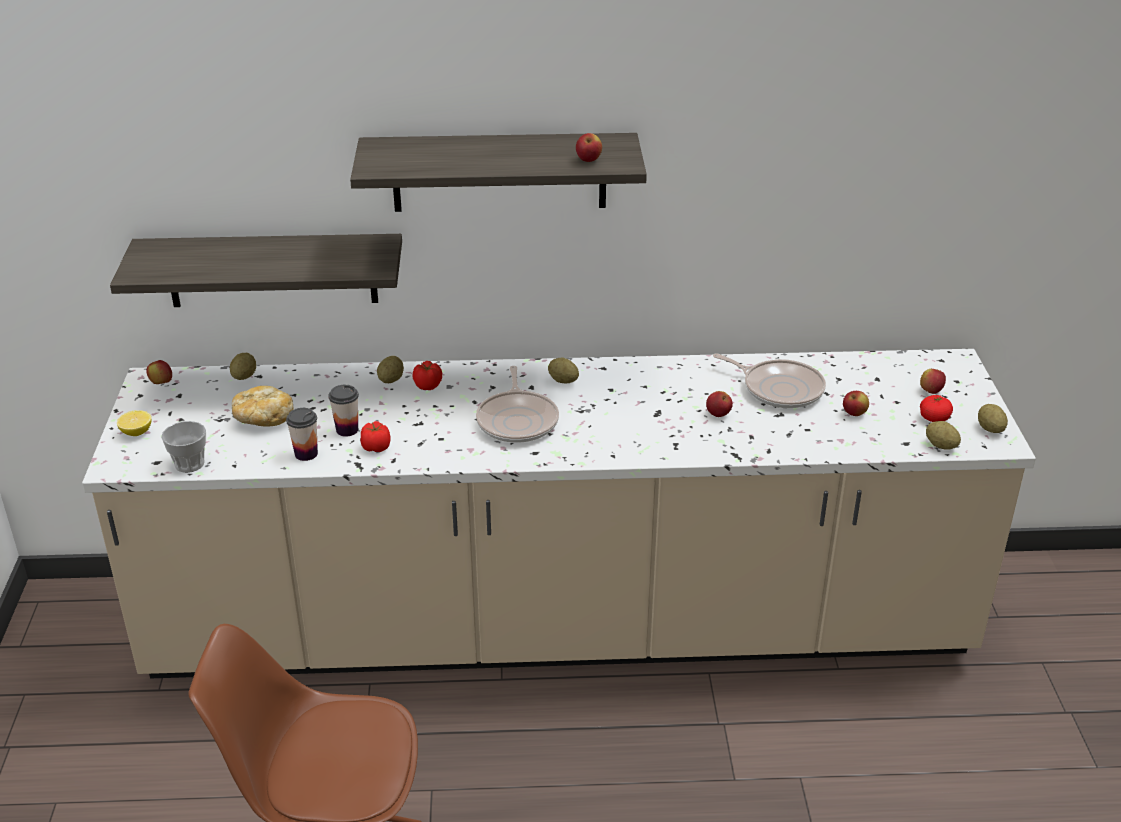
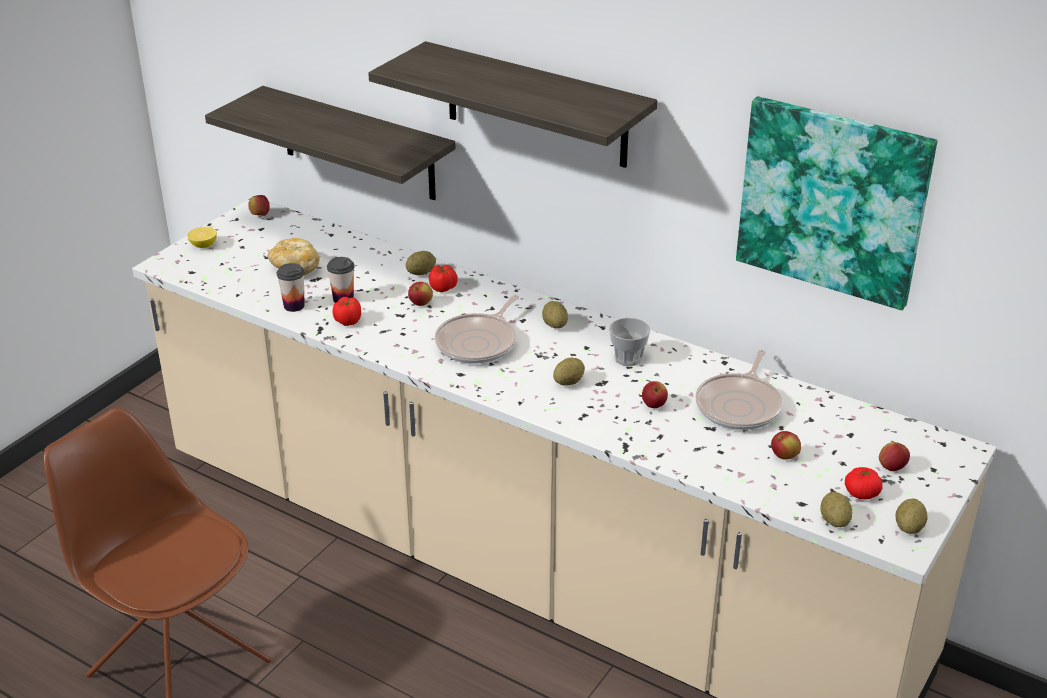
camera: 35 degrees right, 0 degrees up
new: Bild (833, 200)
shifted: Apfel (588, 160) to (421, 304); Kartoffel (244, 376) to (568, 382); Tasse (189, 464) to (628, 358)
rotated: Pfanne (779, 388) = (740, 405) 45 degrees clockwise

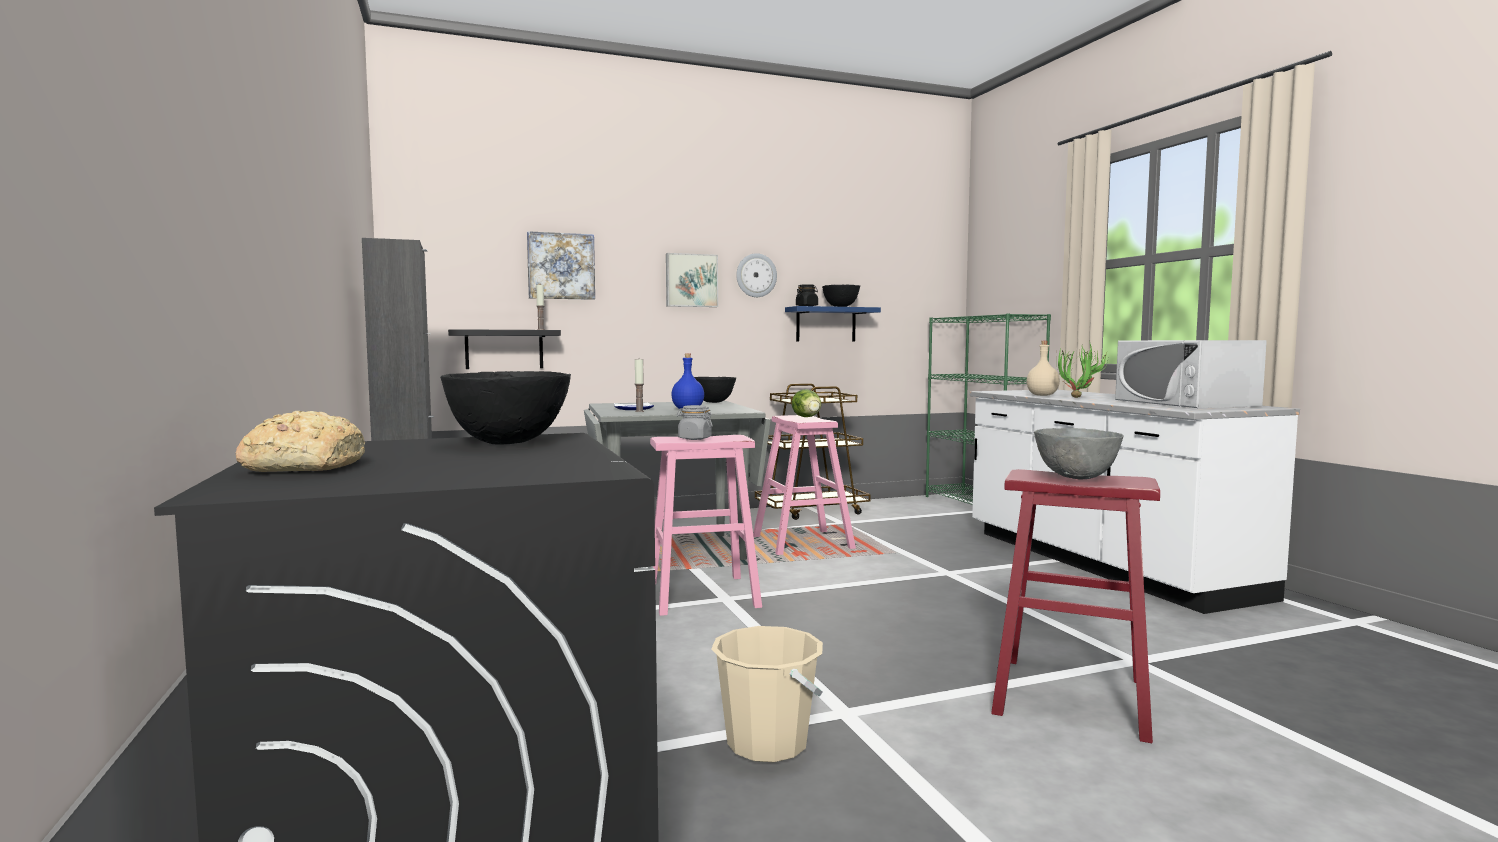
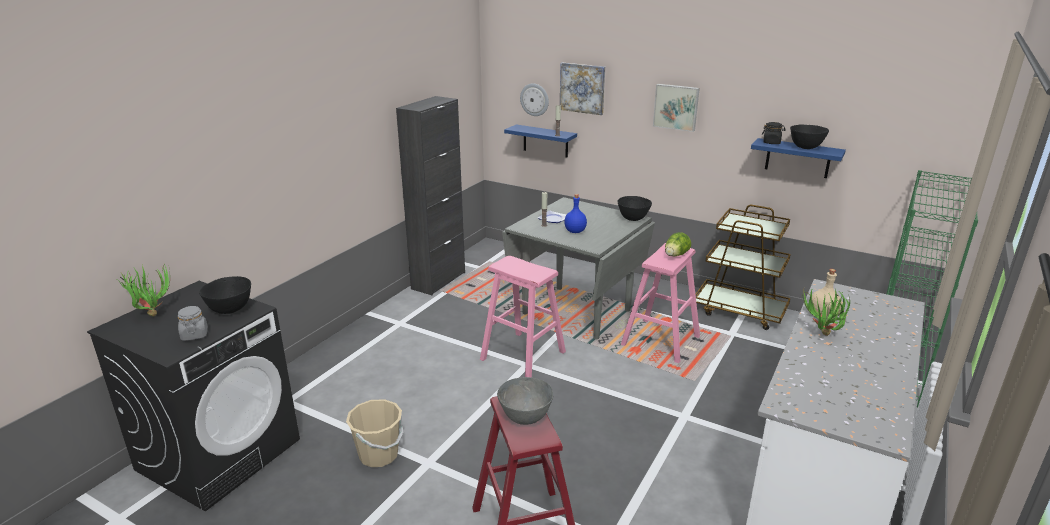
camera: 50 degrees right, 20 degrees up
gone: Mikrowelle (weiß) (1184, 403)
shifted: Vorratsglas (grau) (694, 438) to (194, 335); Wanduhr (756, 275) to (534, 99)
swapped: Brot (303, 468) to Topfpflanze (152, 313)
repainted: Wandregal (schwarz) (504, 349) to Wandregal (blau) (545, 141)

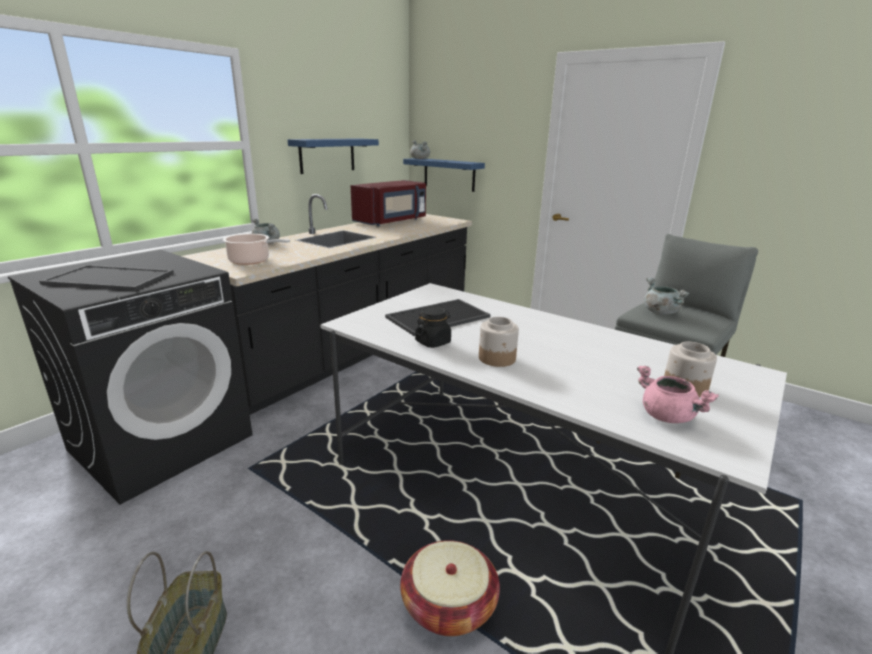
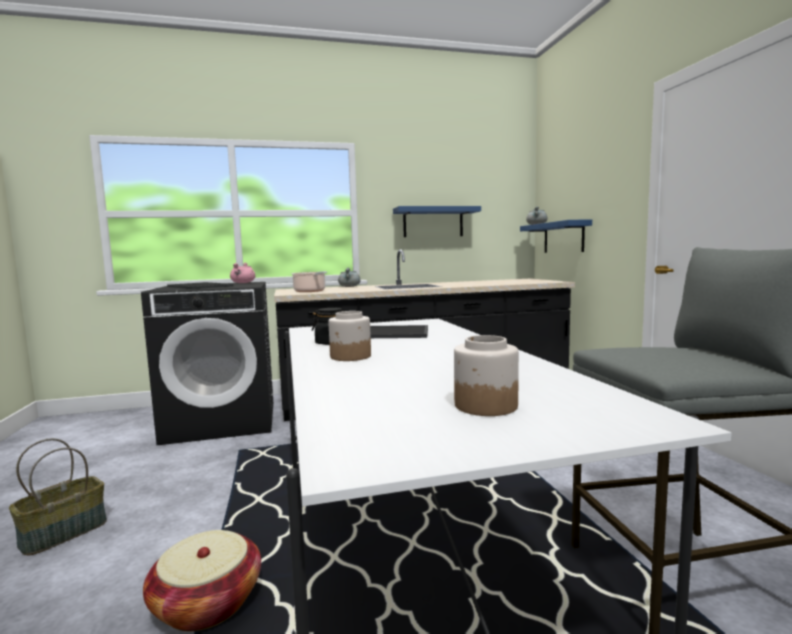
camera: 40 degrees right, 15 degrees down
gone: Mikrowelle (rot) (391, 221); Kochtopf (grau) (660, 312)
shifted: Kochtopf (rosa) (667, 416) to (243, 283)

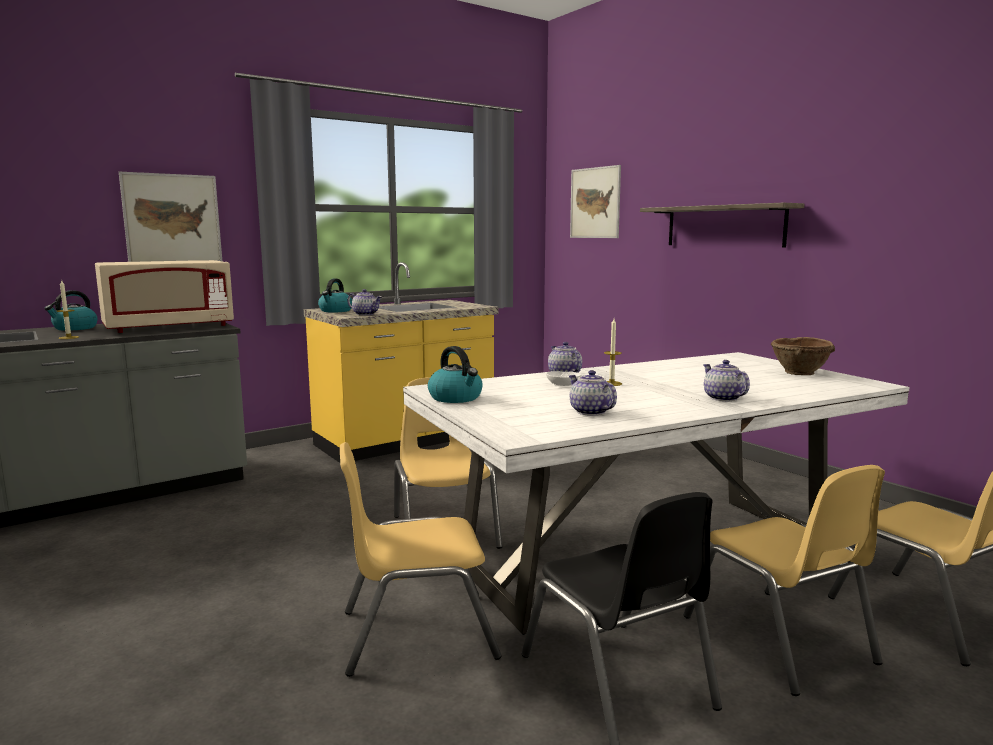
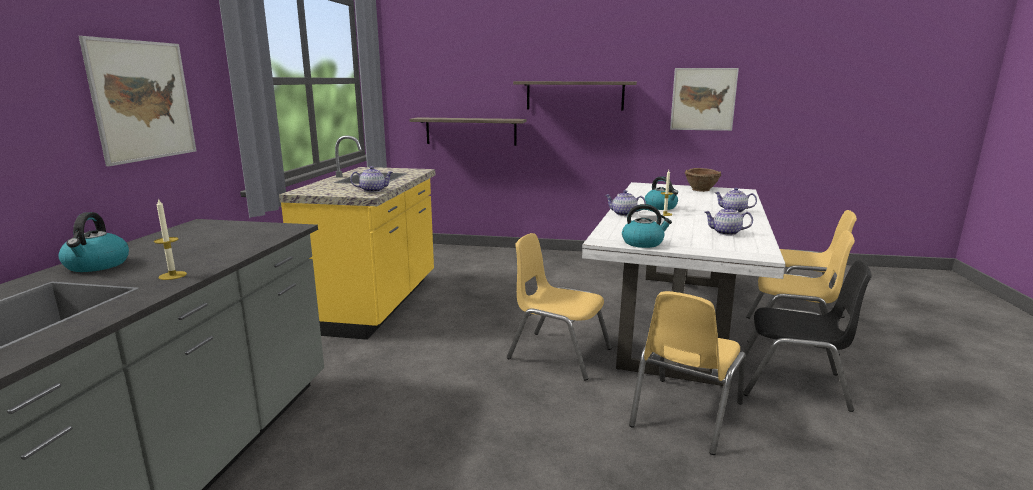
camera: 45 degrees left, 5 degrees up
gone: Mikrowelle (beige) (169, 327)
new: Wandregal (471, 131)
shifted: Wasserkessel (335, 311) to (661, 207); Bild (595, 203) to (703, 99)

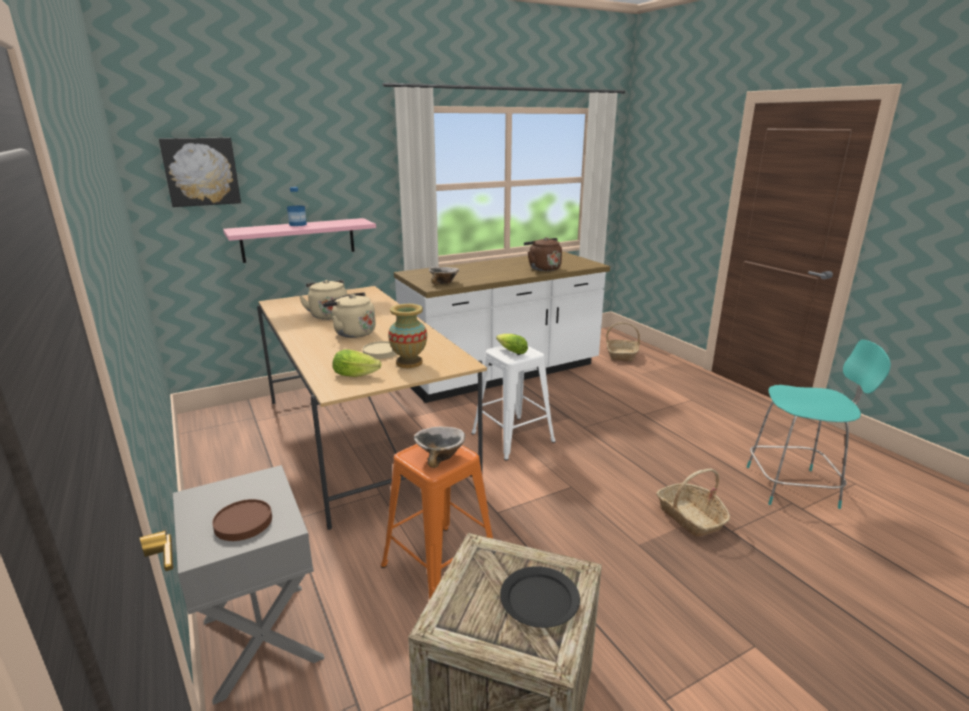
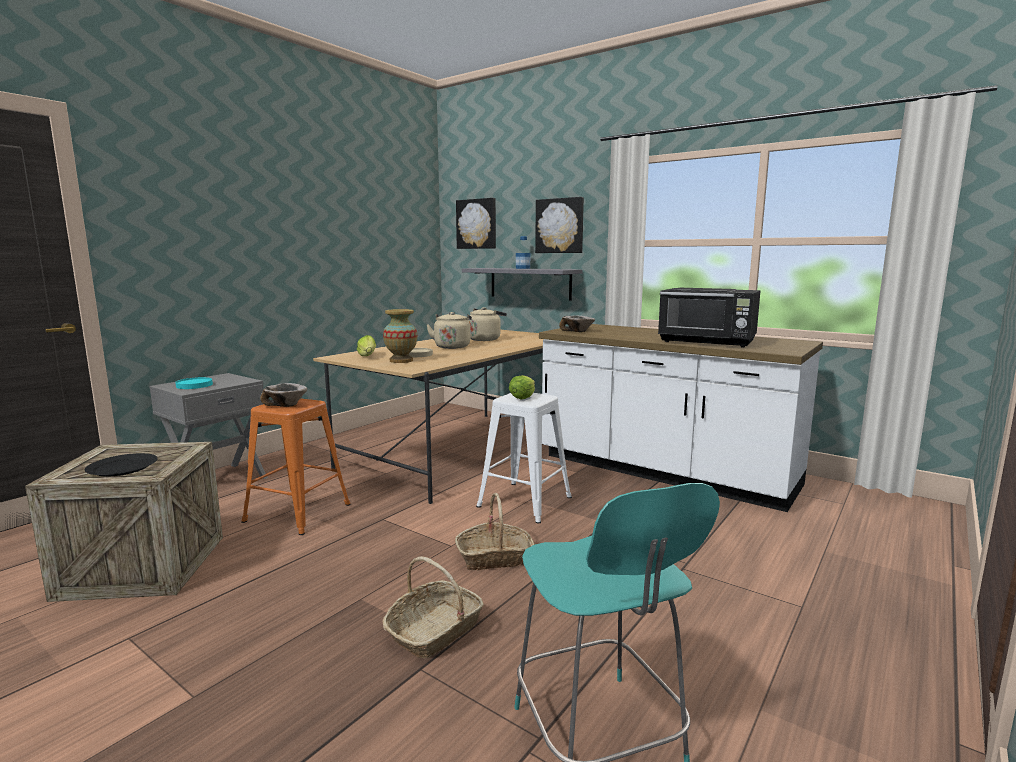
camera: 65 degrees right, 10 degrees down
new: Bild (560, 226)
shifted: Korb (622, 355) to (495, 557)
swapped: Wasserkessel (braun) (542, 268) to Mikrowelle (schwarz) (707, 342)
repainted: Teller (braun) (243, 522) to Teller (türkis) (194, 385); Wandregal (rosa) (298, 240) to Wandregal (grau) (530, 283)

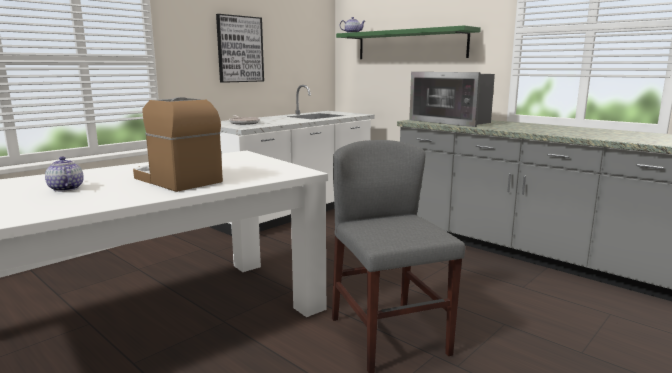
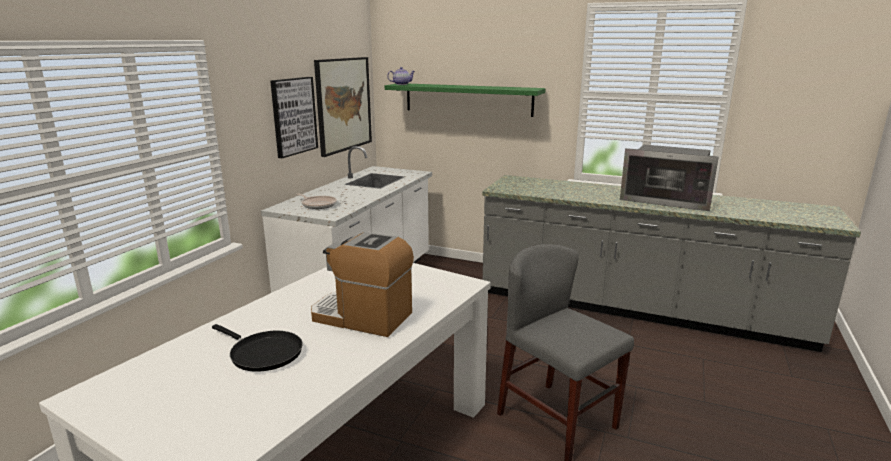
camera: 20 degrees left, 5 degrees up
new: Bild (343, 104)
shifted: Mikrowelle (452, 121) to (666, 200)
swapped: Teekanne (65, 189) to Pfanne (schwarz) (263, 353)

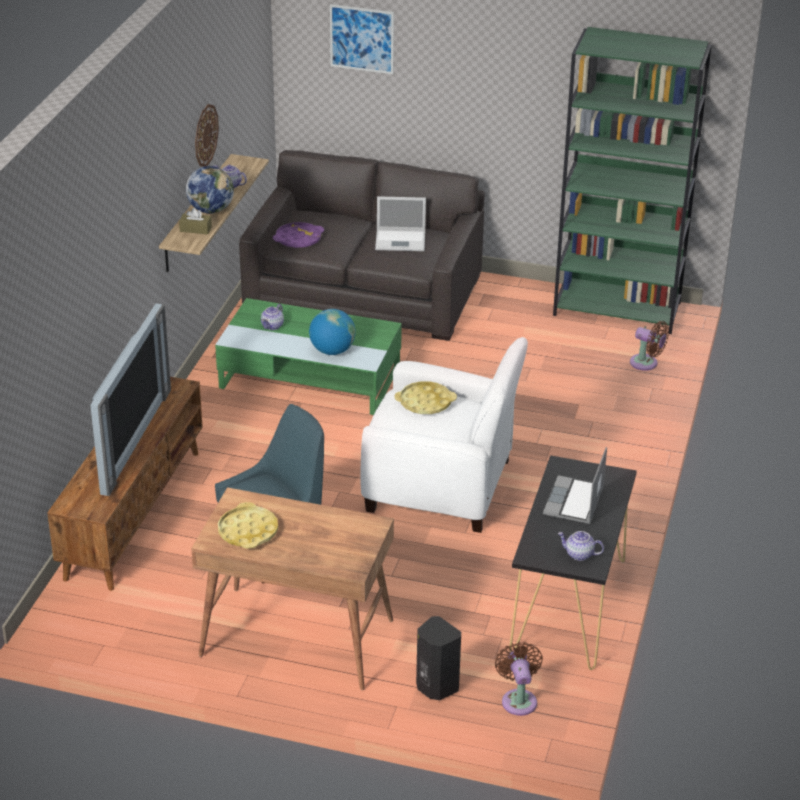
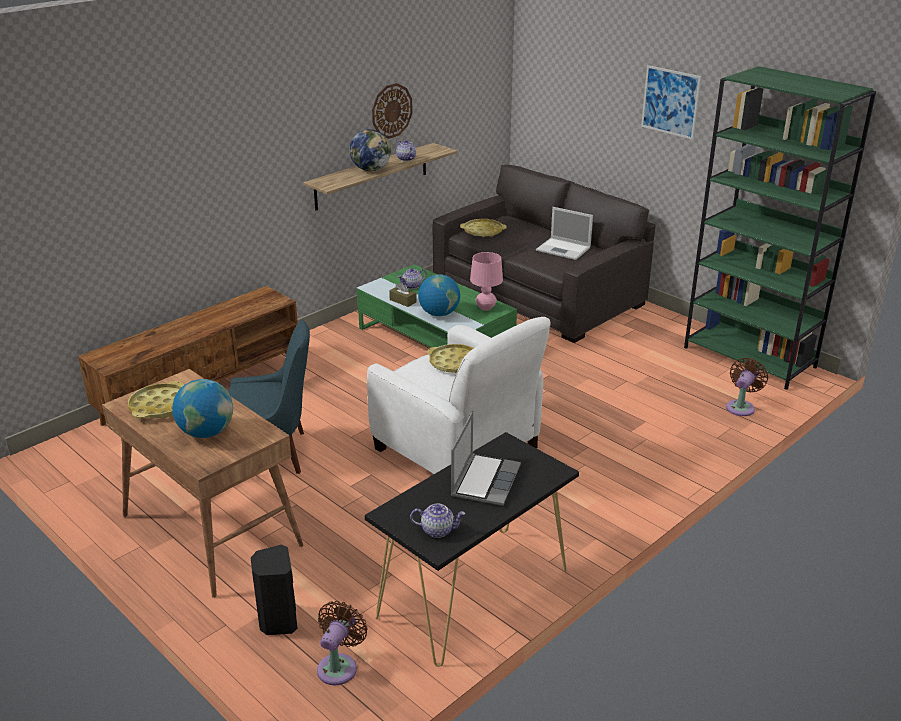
camera: 30 degrees right, 5 degrees down
gone: Fernseher (130, 439)
new: Globus (206, 432); Tischlampe (rosa) (485, 308)
shifted: Taschentuchbox (braun) (195, 229) to (403, 301); Bild (362, 39) to (670, 102)
repainted: Tablett (lila) (298, 239) to Tablett (gelb) (483, 231)
rotated: Teekanne (579, 554) = (438, 530) 135 degrees clockwise; Laptop (574, 502) = (485, 480) 150 degrees clockwise; Ventilator (braun) (646, 364) = (741, 407) 120 degrees counterclockwise

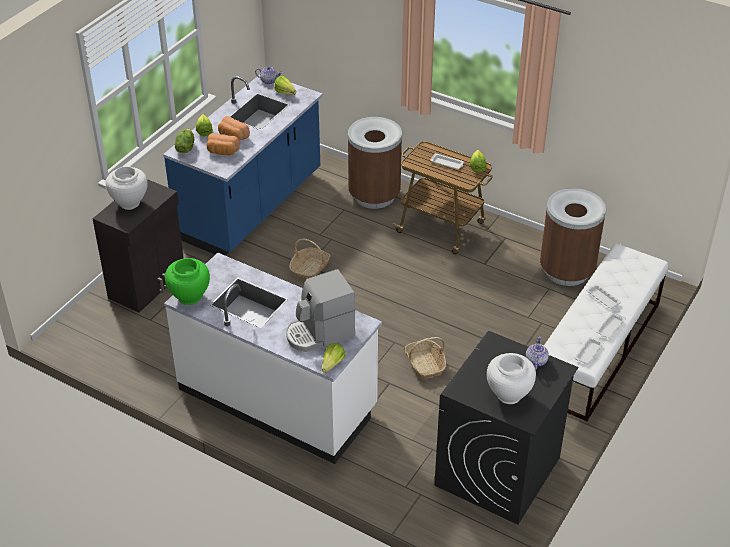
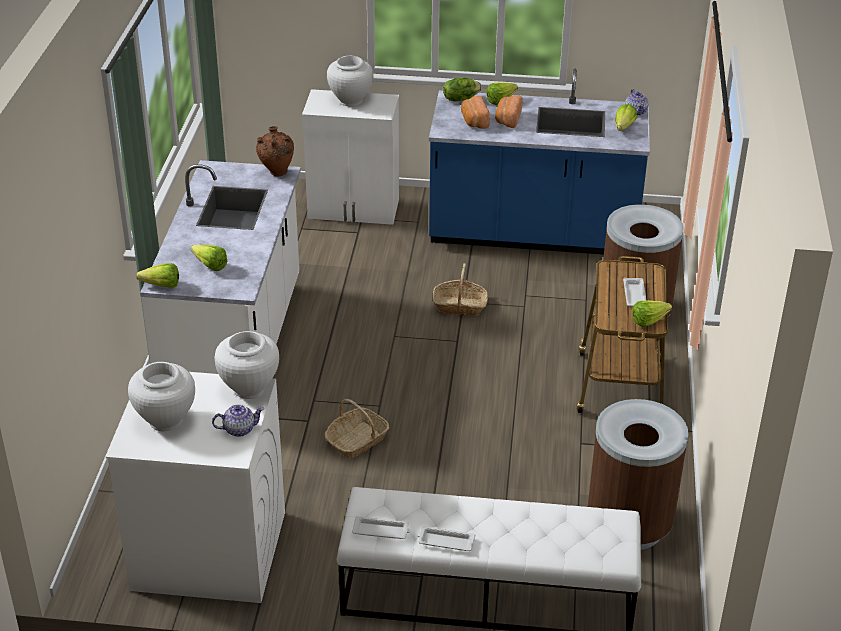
camera: 65 degrees right, 5 degrees down
gone: Vase (grün) (190, 297); Tablett (weiß) (602, 298)
new: Vase (weiß) (249, 388); Vase (braun) (276, 173)
swapped: Kaffeemaschine (319, 333) to Salatkopf (208, 264)
repainted: Waschmaschine (schwarz) (498, 472) to Waschmaschine (weiß) (208, 551); Schrank (schwarz) (148, 284) to Schrank (weiß) (354, 209)

